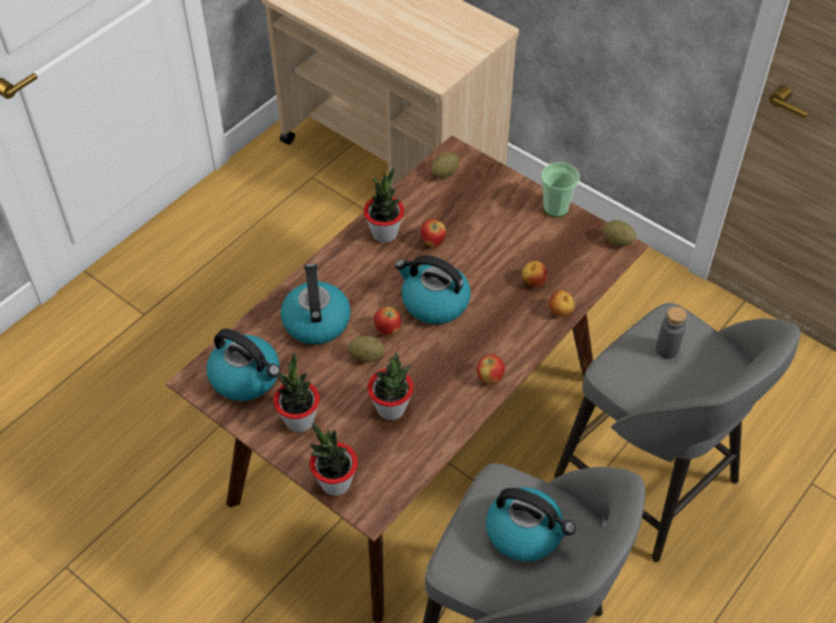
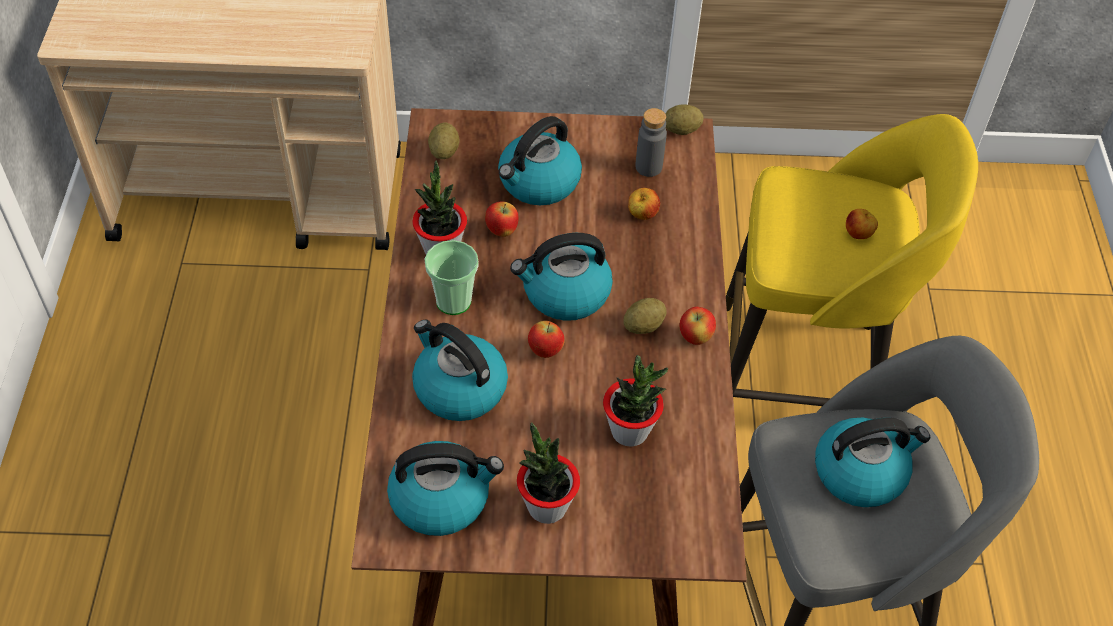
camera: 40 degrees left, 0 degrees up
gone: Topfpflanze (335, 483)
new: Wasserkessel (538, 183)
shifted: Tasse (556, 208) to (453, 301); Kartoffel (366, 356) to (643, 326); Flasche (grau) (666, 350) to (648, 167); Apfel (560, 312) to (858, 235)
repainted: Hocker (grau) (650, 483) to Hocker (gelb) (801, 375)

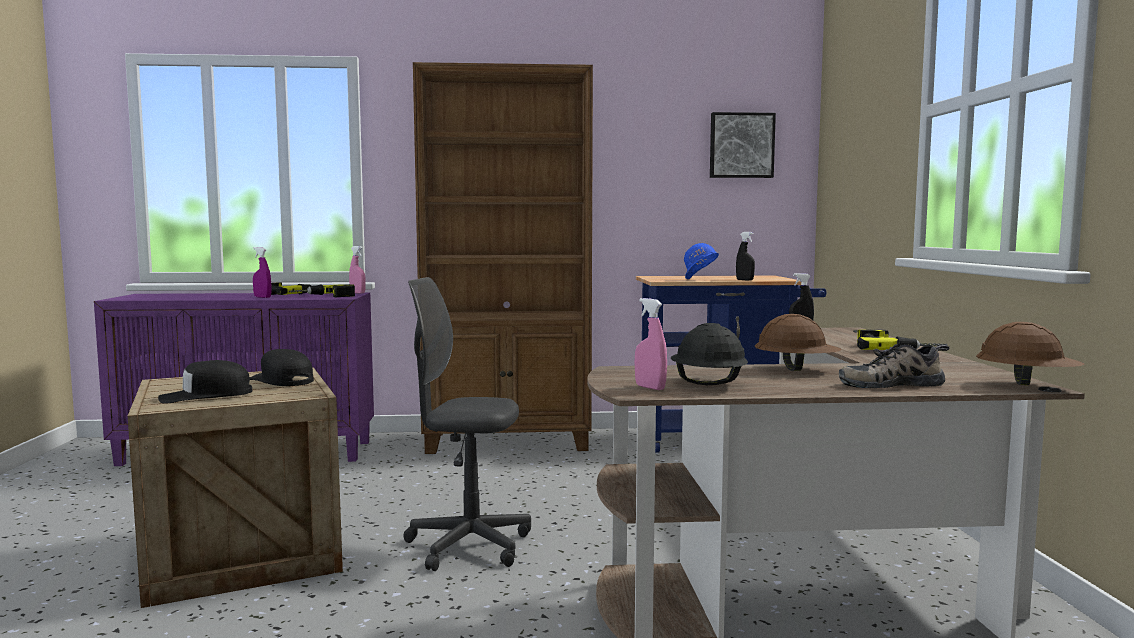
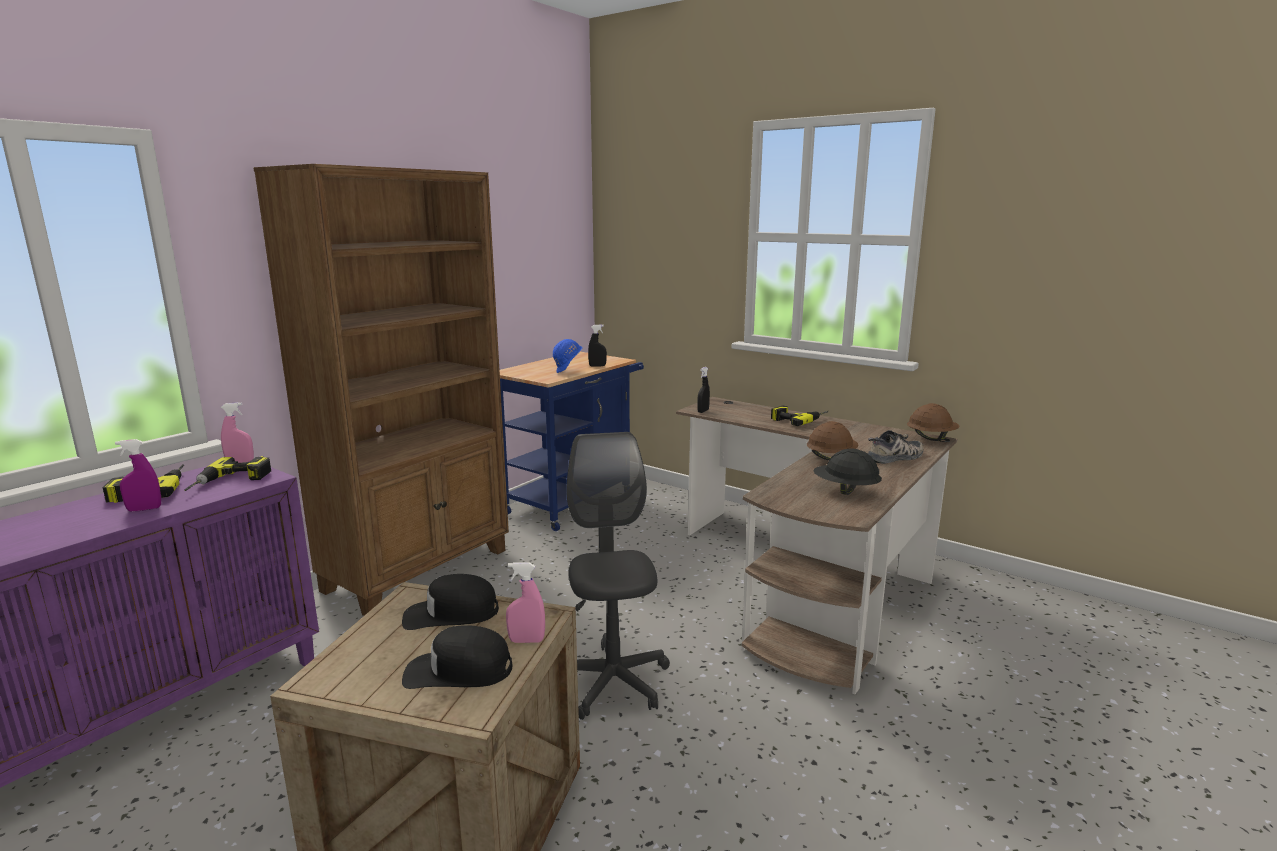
camera: 50 degrees left, 10 degrees up
gone: Bild (741, 145)
shifted: Sprühflasche (rosa) (650, 387) to (526, 640)
rotated: Kappe (schwarz) (206, 396) = (458, 671) 75 degrees clockwise; Bürostuhl (grau) (468, 545) = (612, 682) 120 degrees clockwise; Schuh (891, 383) = (896, 457) 150 degrees counterclockwise

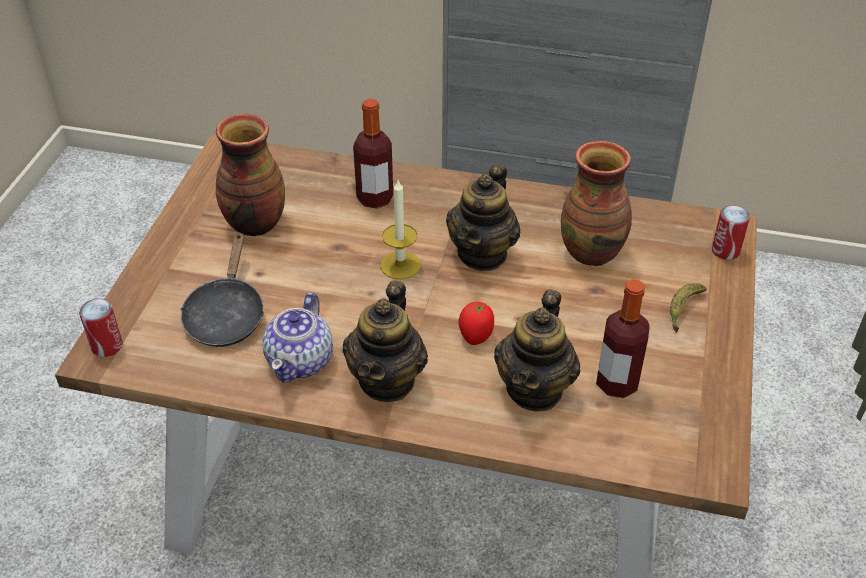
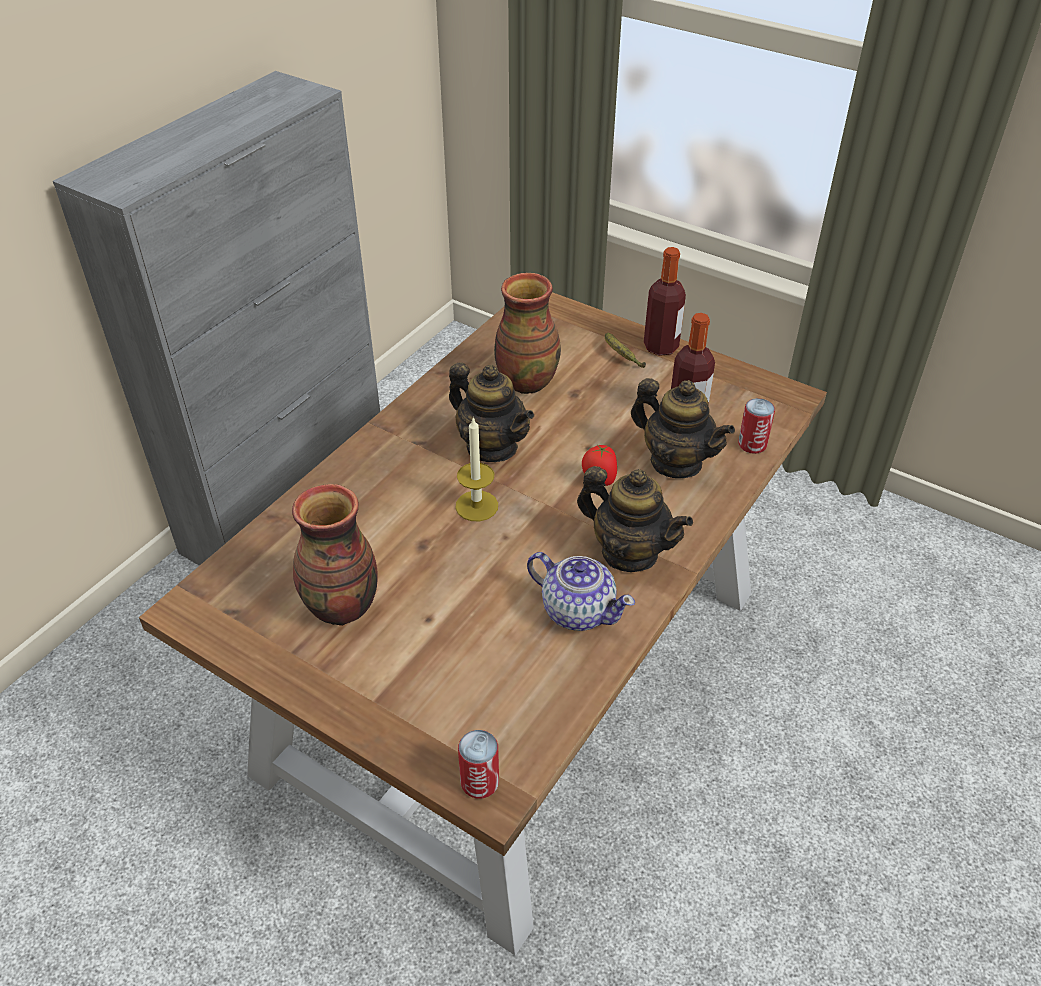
camera: 70 degrees left, 0 degrees up
gone: Pfanne (schwarz) (226, 315)
shifted: Flasche (375, 198) to (661, 347); Dose (725, 250) to (752, 444)

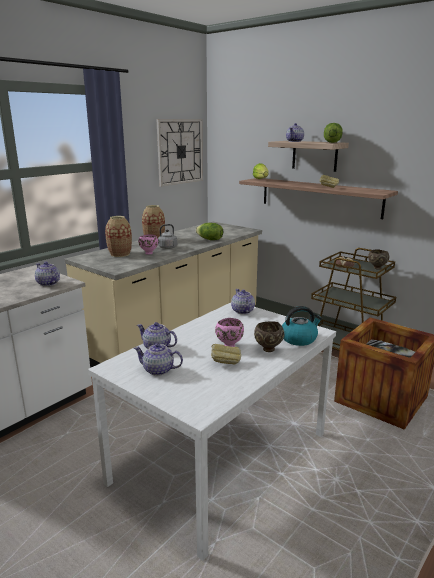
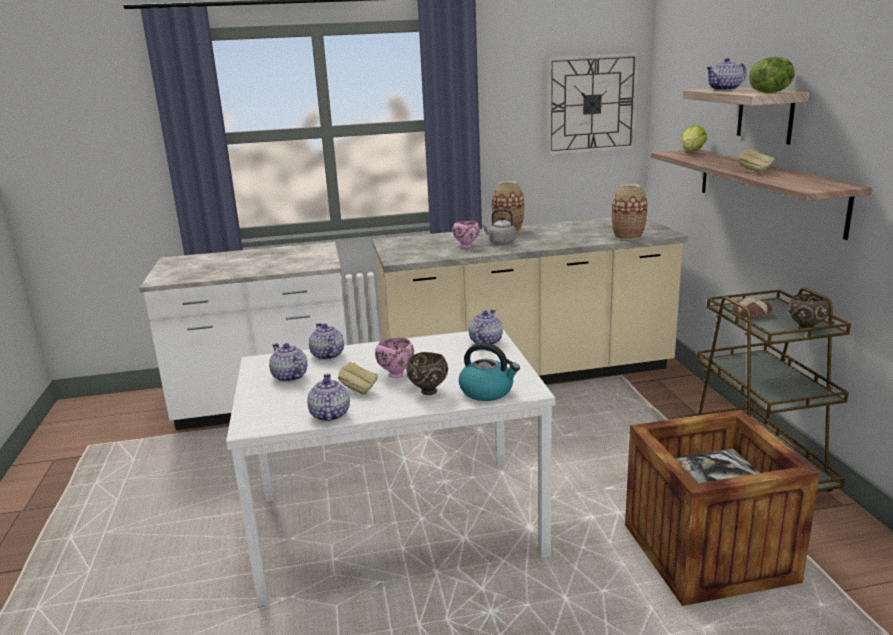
camera: 40 degrees right, 0 degrees up
gone: Salatkopf (210, 239)
shifted: Teekanne (48, 283) to (329, 415); Vase (120, 254) to (628, 236)

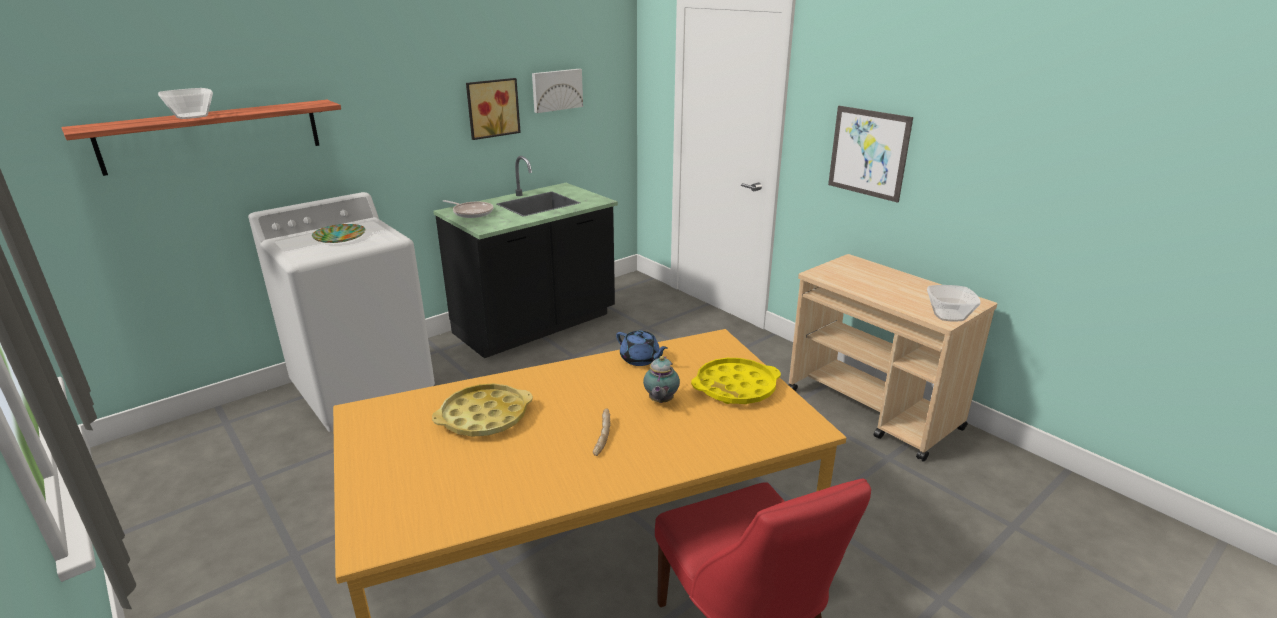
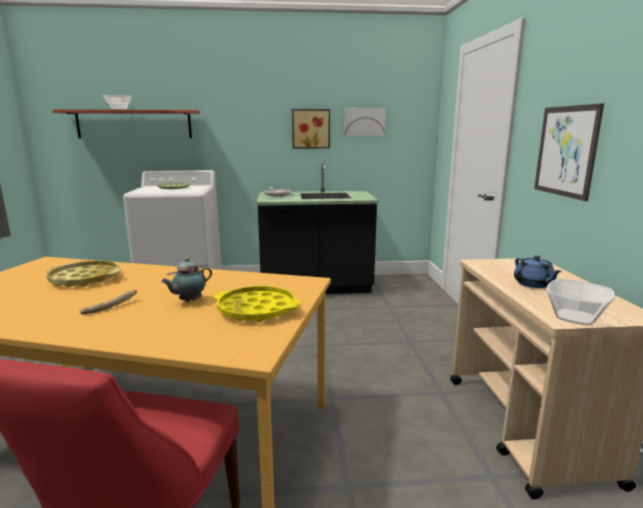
camera: 35 degrees right, 10 degrees down
shifted: Teekanne (blau) (640, 359) to (533, 284)

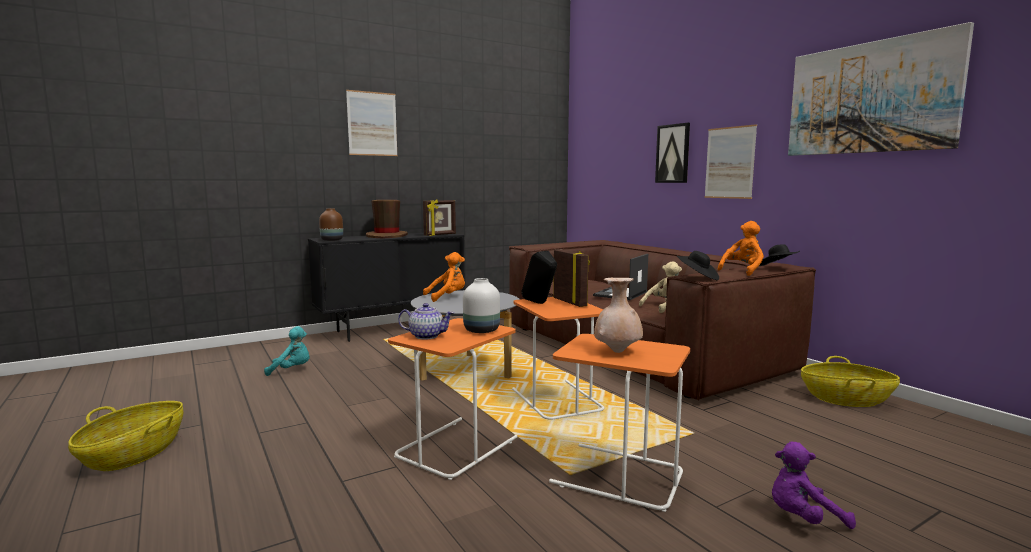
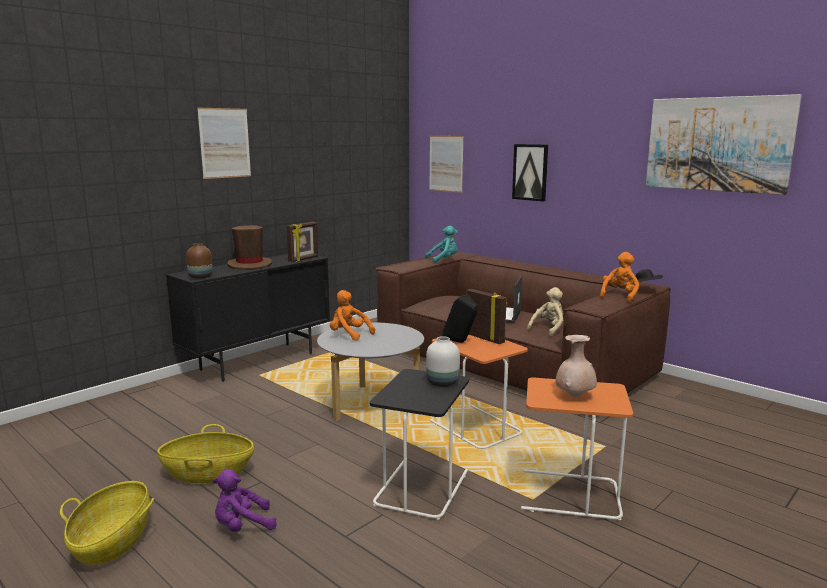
camera: 15 degrees left, 5 degrees up
gone: Teekanne (426, 336); Hut (schwarz) (697, 277)
shifted: Korb (846, 399) to (208, 473); Plüschtier (lila) (803, 518) to (242, 526); Plüschtier (türkis) (292, 370) to (443, 260); Bild (729, 162) to (446, 163)
repainted: Beistelltisch (orange) (456, 446) to Beistelltisch (schwarz) (420, 487)
rotated: Plüschtier (orange) (447, 297) = (349, 335) 105 degrees counterclockwise

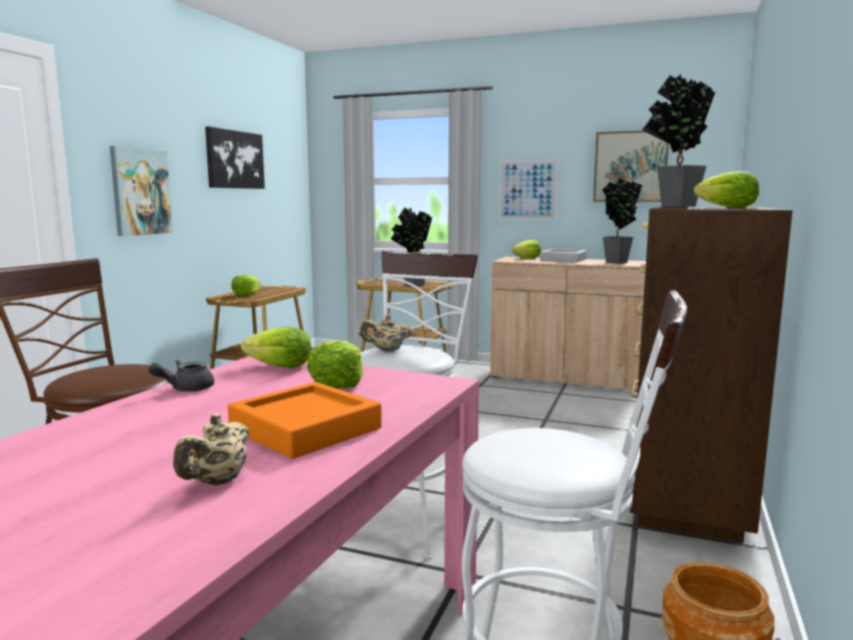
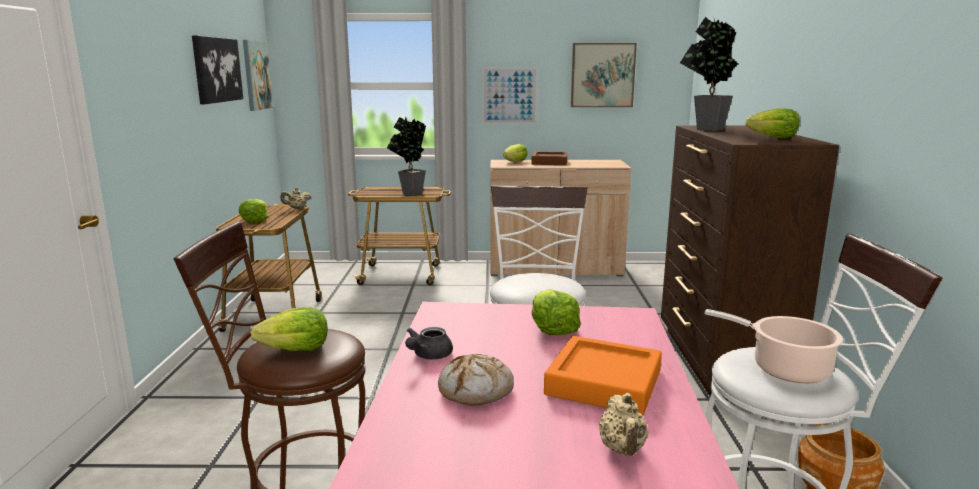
camera: 20 degrees left, 5 degrees up
gone: Topfpflanze (618, 263)
new: Brot (476, 390); Kochtopf (785, 369)
shifted: Bild (140, 191) to (256, 75); Salatkopf (280, 367) to (296, 349); Teekanne (beige) (386, 350) to (297, 208)
repainted: Tablett (grau) (563, 260) to Tablett (braun) (549, 162)

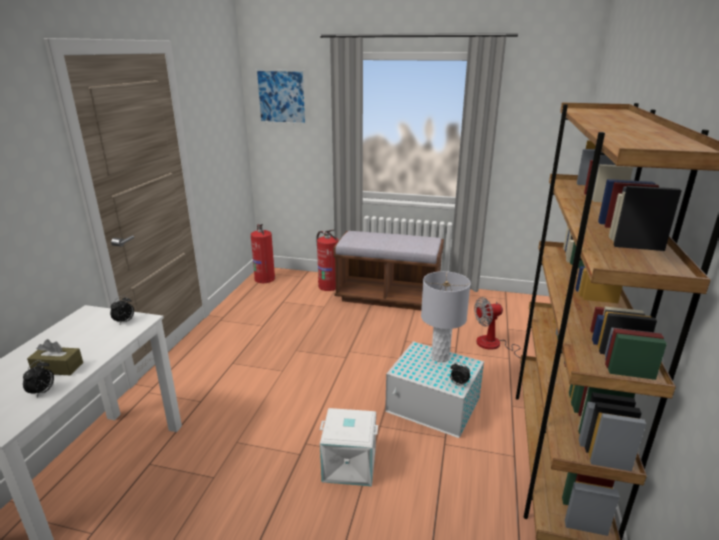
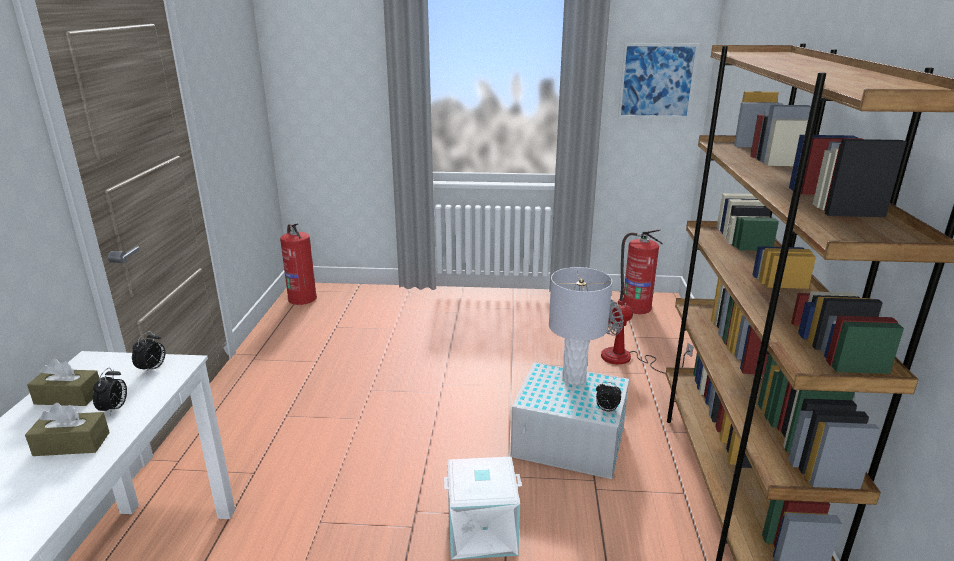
camera: 10 degrees left, 0 degrees up
gone: Bank (braun) (388, 297)
new: Taschentuchbox (braun) (68, 397)
shifted: Wecker (43, 392) to (114, 409); Bild (281, 97) to (657, 81); Feuerlöscher (328, 286) to (635, 307)

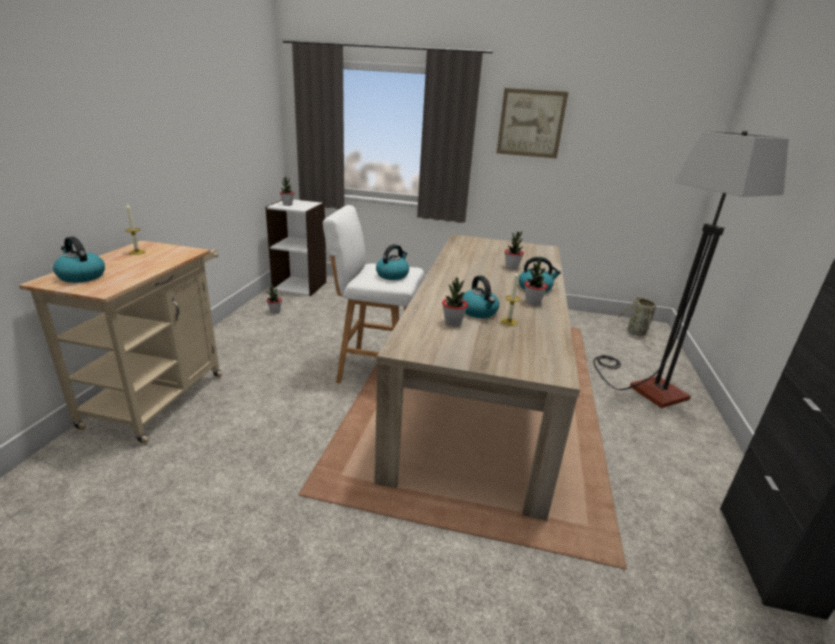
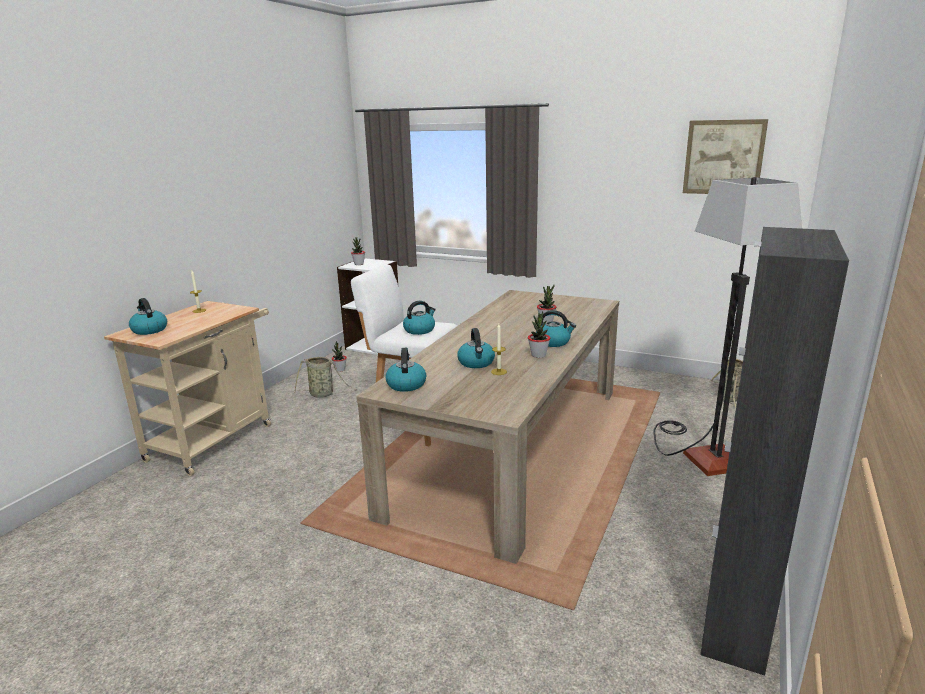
camera: 15 degrees right, 5 degrees down
gone: Topfpflanze (453, 323)
new: Korb (323, 394); Wasserkessel (406, 384)
shifted: Bild (531, 123) to (723, 157)

